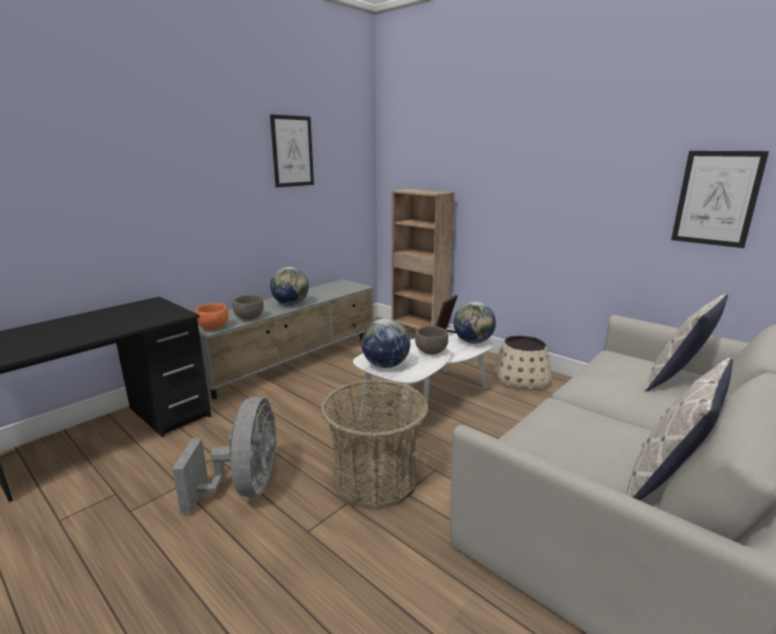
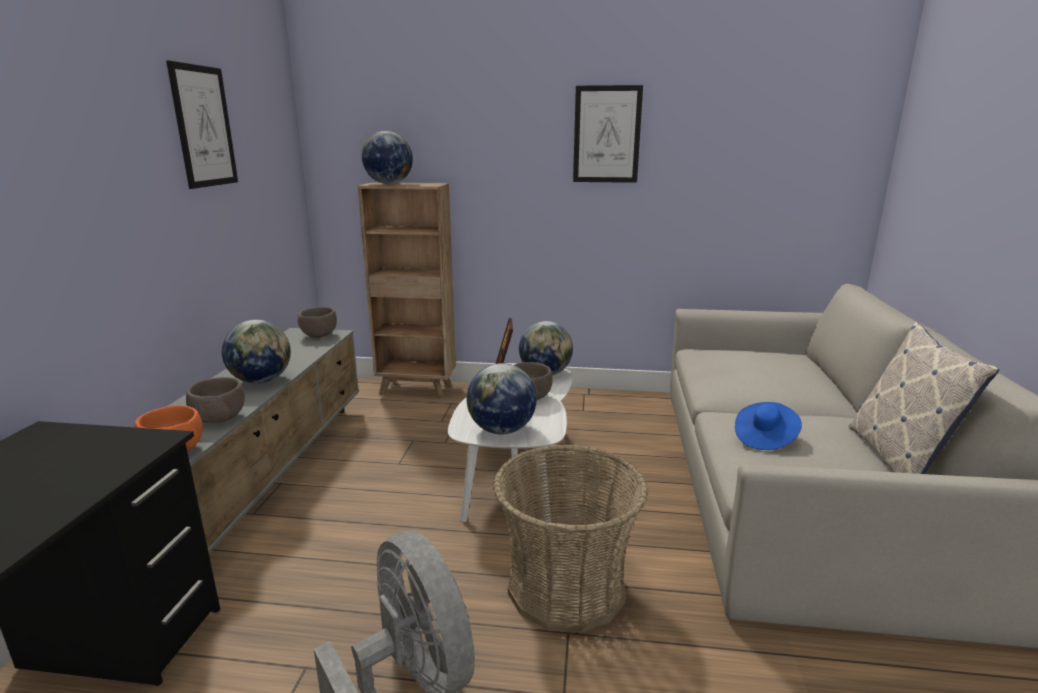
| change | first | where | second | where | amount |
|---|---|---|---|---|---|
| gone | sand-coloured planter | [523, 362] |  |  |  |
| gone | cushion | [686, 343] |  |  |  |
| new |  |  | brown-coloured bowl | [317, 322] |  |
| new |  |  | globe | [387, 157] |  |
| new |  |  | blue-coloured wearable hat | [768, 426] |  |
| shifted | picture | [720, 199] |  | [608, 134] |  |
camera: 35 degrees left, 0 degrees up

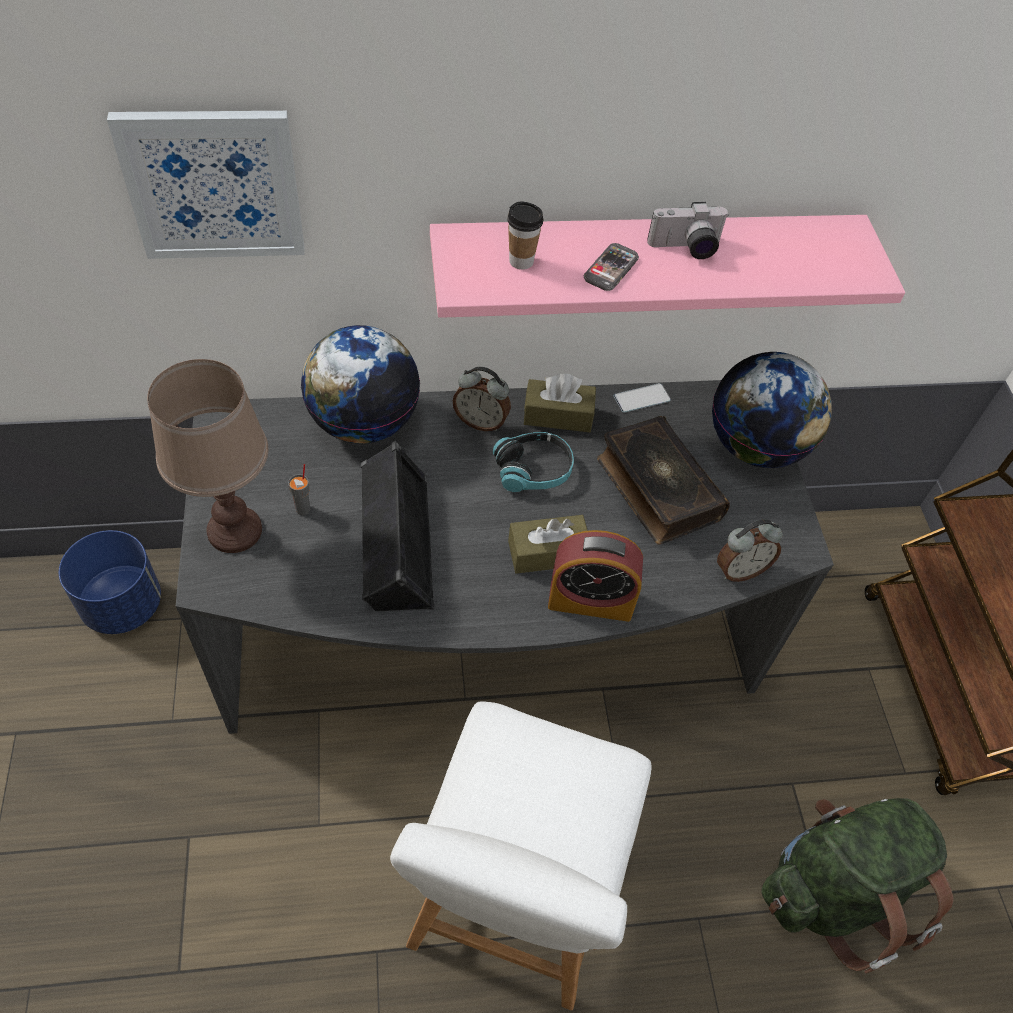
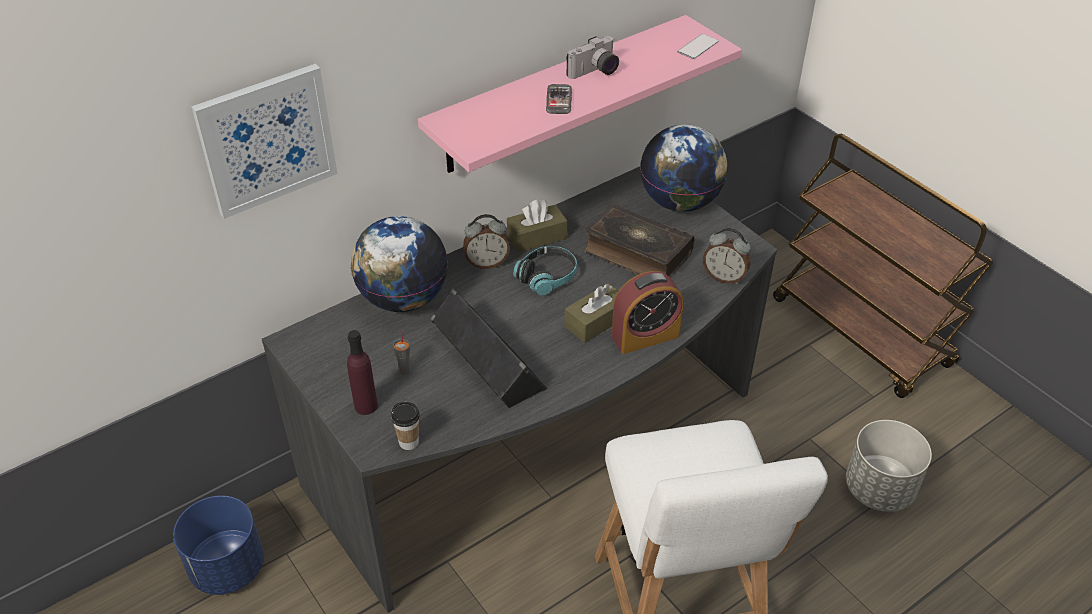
| change | first | where | second | where | amount |
|---|---|---|---|---|---|
| shifted | cup | [525, 236] |  | [405, 426] |  |
| shifted | phone | [642, 398] |  | [698, 46] |  |
| swapped | brown-coloured tabletop lamp | [207, 456] | purple-coloured drink bottle | [362, 372] |  |
| swapped | greenish knapsack | [857, 886] | greyish planter | [889, 466] |  |
| rotated | bedside clock | [750, 550] |  | [727, 256] | 75 degrees clockwise |
camera: 25 degrees left, 10 degrees down

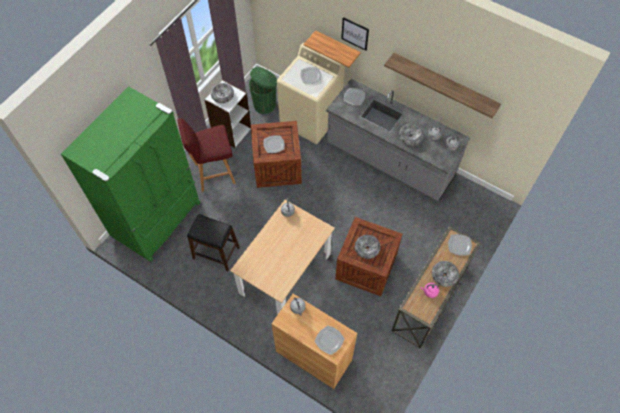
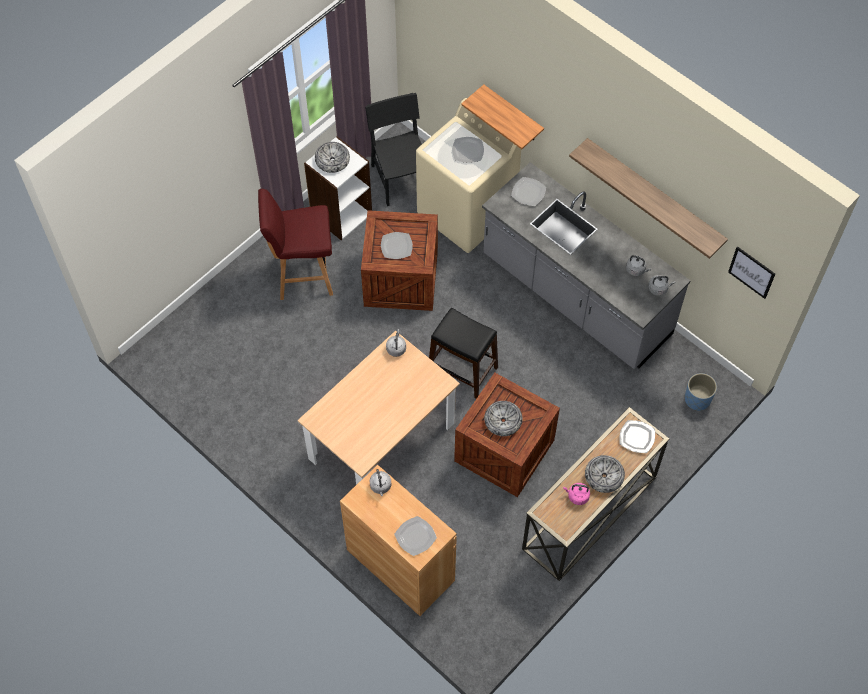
| change | first | where | second | where | amount |
|---|---|---|---|---|---|
| gone | greenish refrigerator | [131, 174] |  |  |  |
| gone | bowl | [411, 134] |  |  |  |
| new |  |  | blue-coloured planter | [701, 392] |  |
| shifted | blackish stool seat | [213, 242] |  | [463, 353] |  |
| shifted | picture | [355, 34] |  | [751, 272] |  |
| swapped | greenish waste bin | [263, 90] | blackish plain chair | [393, 149] |  |
camera: 10 degrees right, 0 degrees up

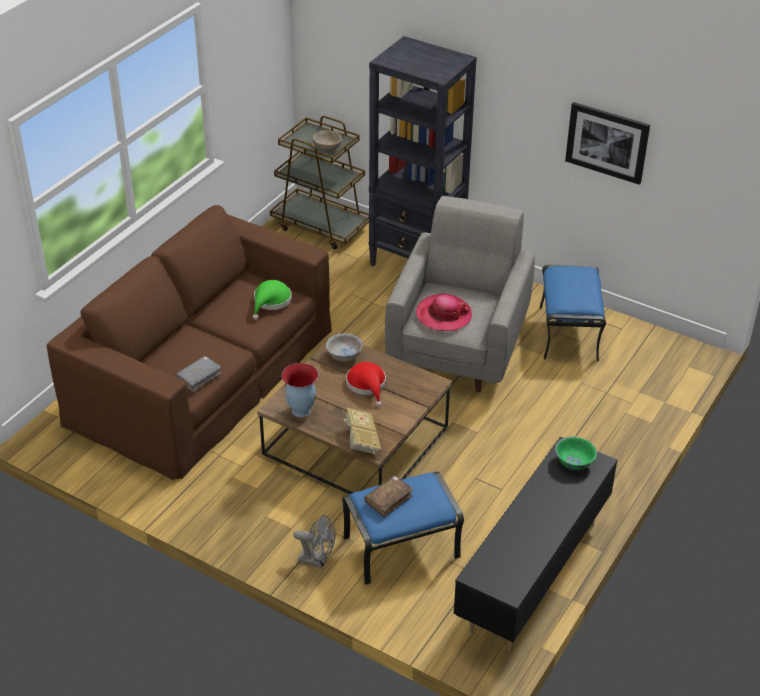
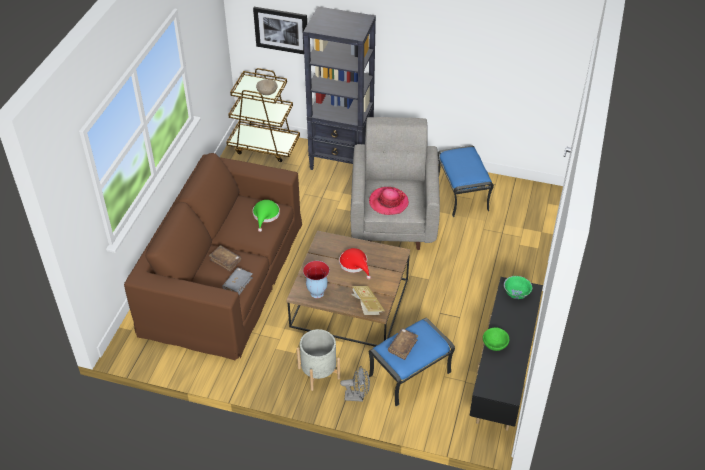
| change | first | where | second | where | amount |
|---|---|---|---|---|---|
| gone | white-coloured bowl | [344, 347] |  |  |  |
| new |  |  | brown-coloured book | [225, 258] |  |
| new |  |  | greyish planter | [318, 360] |  |
| new |  |  | greenish bowl | [496, 339] |  |
| shifted | picture | [607, 143] |  | [280, 30] |  |
camera: 15 degrees left, 5 degrees up

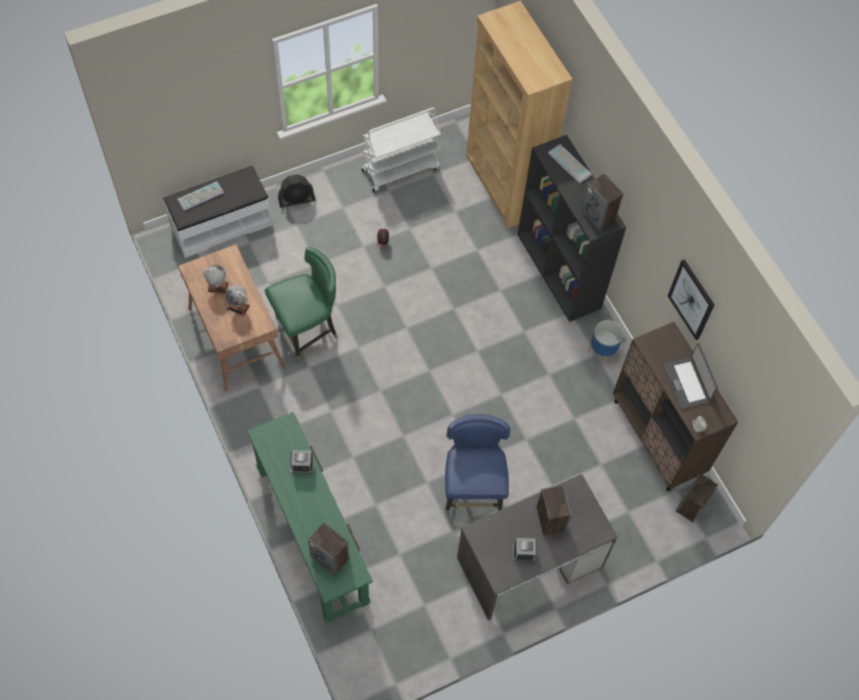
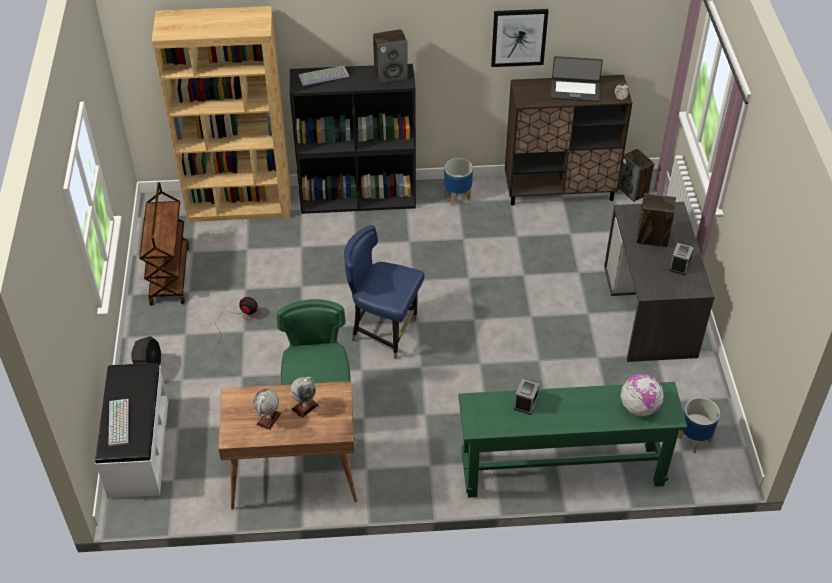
| change | first | where | second | where | amount |
|---|---|---|---|---|---|
| new |  |  | planter | [699, 425] |  |
| shifted | blue-coloured plain chair | [477, 463] |  | [384, 292] |  |
| swapped | audio speaker | [329, 549] | globe | [642, 395] |  |
| repainted | white-coloured trolley | [401, 150] | brown-coloured trolley | [164, 243] |  |
camera: 65 degrees left, 15 degrees down

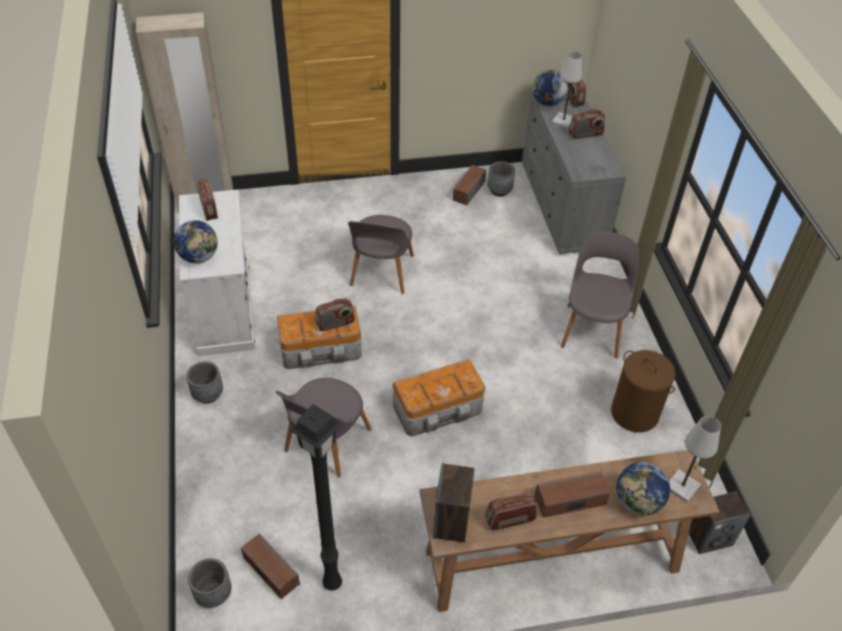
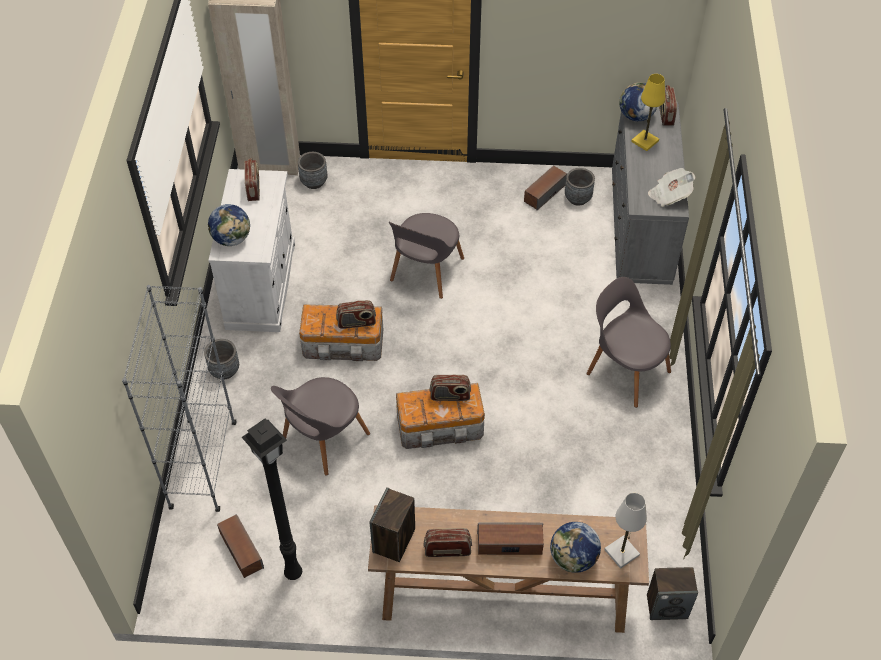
| change | first | where | second | where | amount |
|---|---|---|---|---|---|
| gone | brown-coloured laundry basket | [643, 391] |  |  |  |
| new |  |  | greyish shelving unit | [179, 398] |  |
| new |  |  | daily paper | [672, 187] |  |
| shifted | greyish planter | [209, 583] |  | [312, 170] |  |
| shifted | radio receiver | [587, 124] |  | [450, 388] |  |
| repainted | white-coloured tabletop lamp | [567, 90] | yellowish tabletop lamp | [648, 112] |  |
| rotated | greyish plain chair | [600, 294] |  | [628, 342] | 75 degrees counterclockwise |
camera: 15 degrees right, 5 degrees up

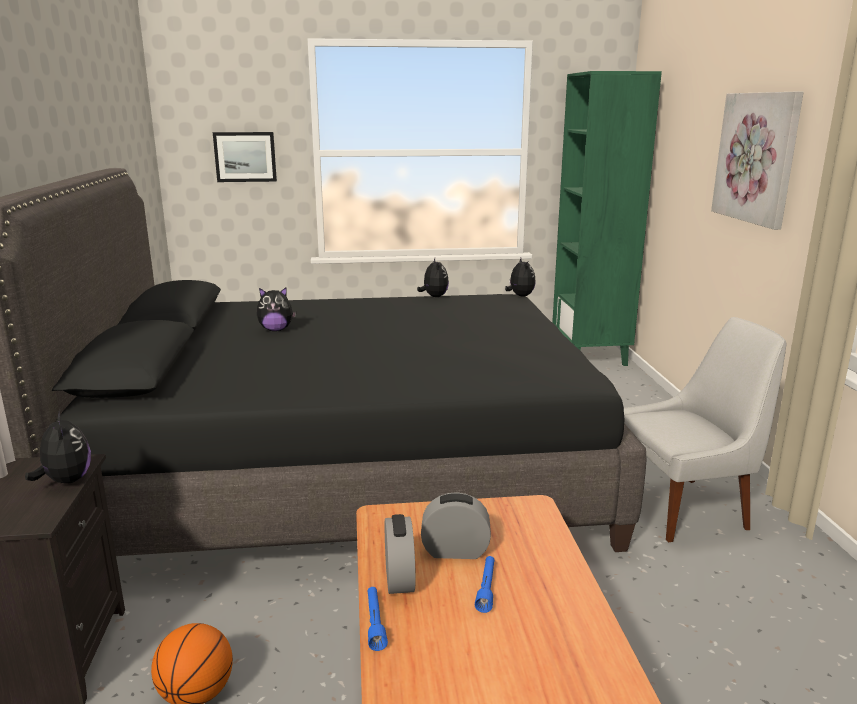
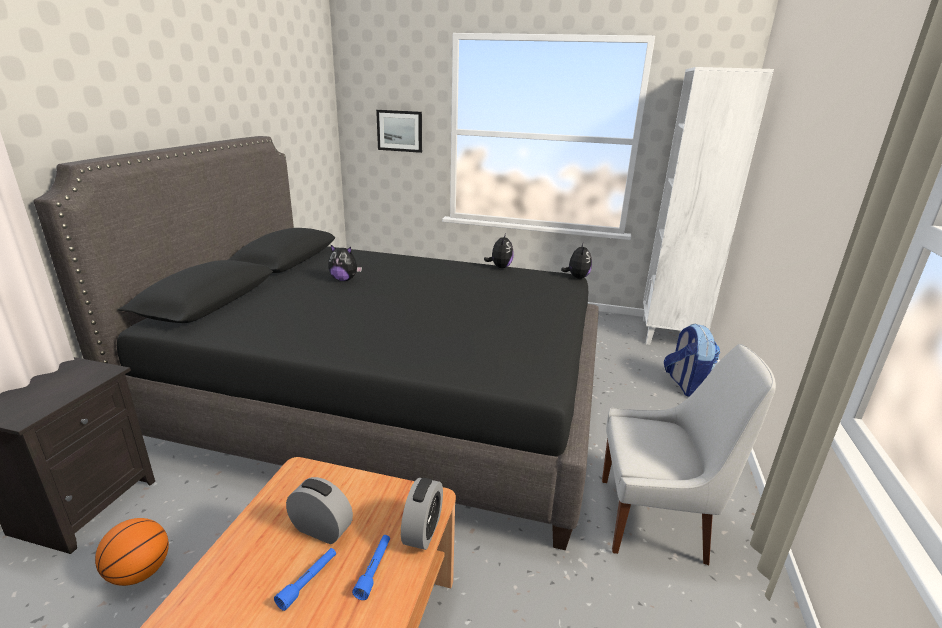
| change | first | where | second | where | amount |
|---|---|---|---|---|---|
| gone | cuddly toy | [58, 447] |  |  |  |
| gone | picture | [757, 161] |  |  |  |
| new |  |  | knapsack | [692, 360] |  |
| shifted | blue-coloured torch | [378, 619] |  | [371, 567] |  |
| shifted | bedside clock | [400, 554] |  | [422, 514] |  |
| repainted | greenish shelving unit | [607, 218] | white-coloured shelving unit | [708, 206] |  |
camera: 20 degrees right, 5 degrees up

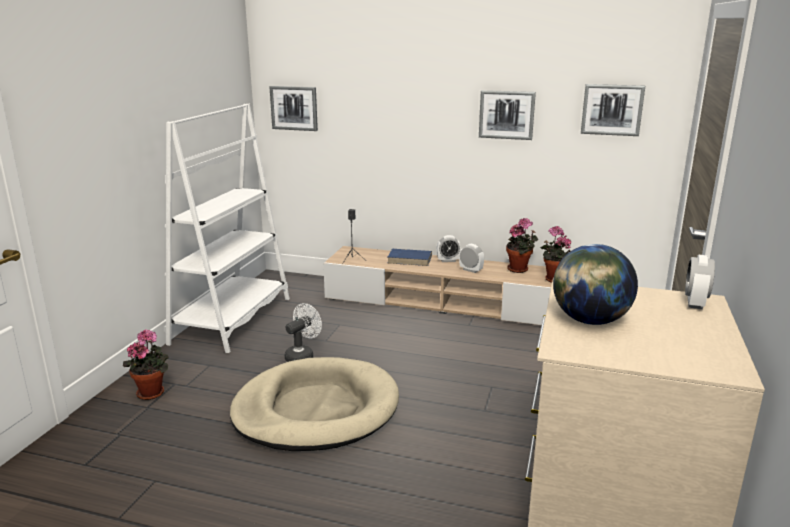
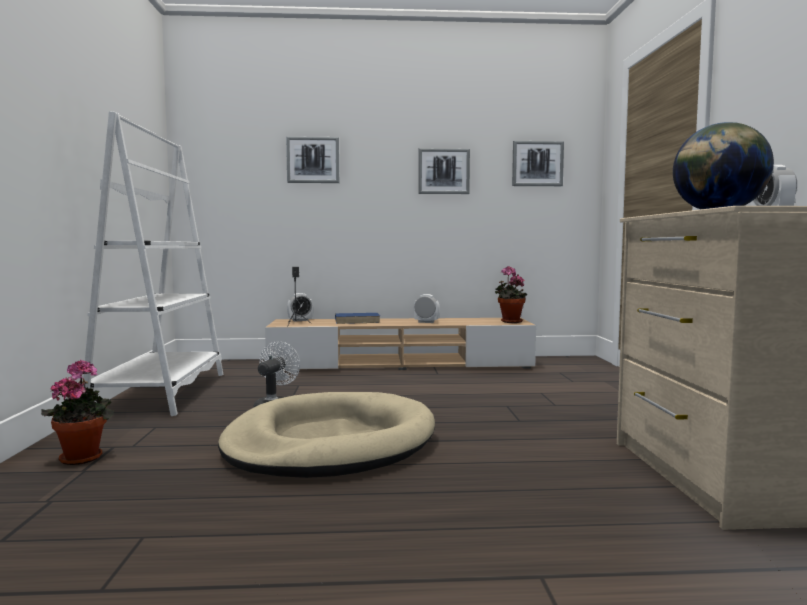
| change | first | where | second | where | amount |
|---|---|---|---|---|---|
| gone | potted plant | [522, 245] |  |  |  |
| shifted | picture | [293, 108] |  | [312, 159] |  |
| shifted | bedside clock | [449, 248] |  | [300, 307] |  |
camera: 20 degrees left, 15 degrees down

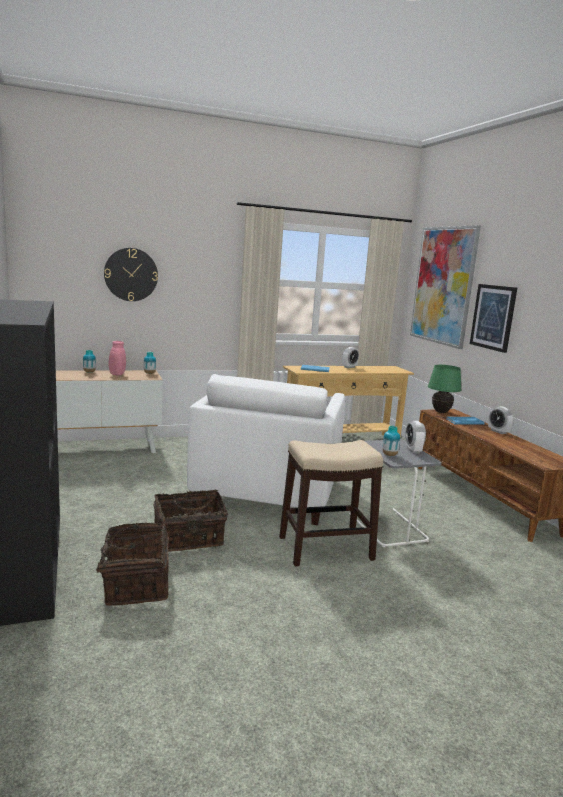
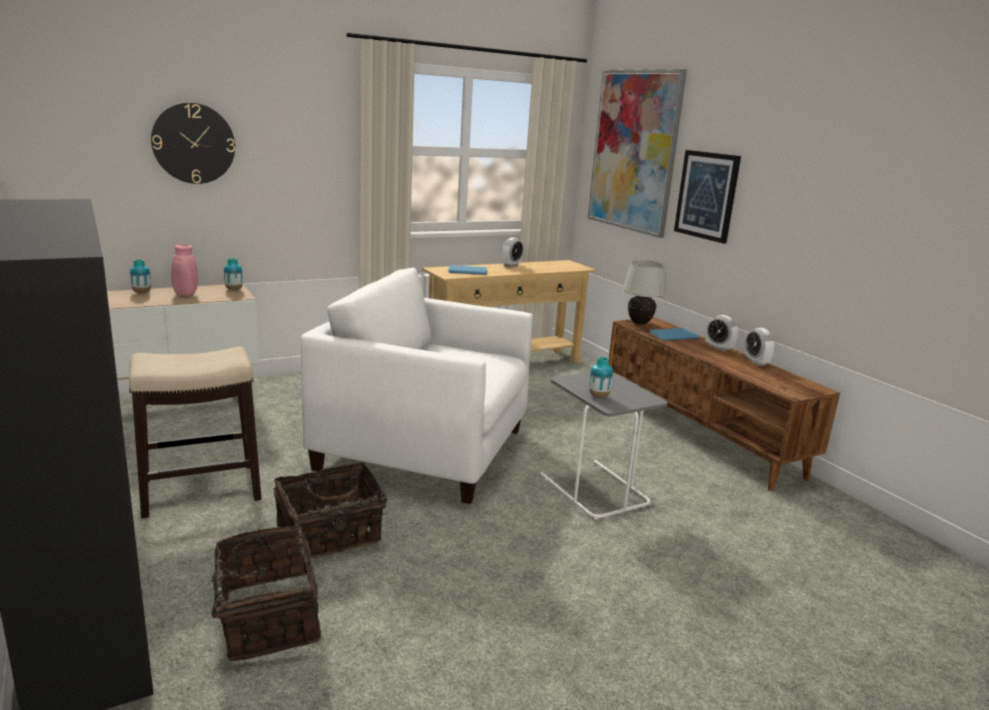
| change | first | where | second | where | amount |
|---|---|---|---|---|---|
| shifted | stool seat | [331, 503] |  | [195, 432] |  |
| shifted | bedside clock | [415, 437] |  | [759, 347] |  |
| repainted | greenish tabletop lamp | [445, 389] | white-coloured tabletop lamp | [644, 292] |  |
| rotated | white-coloured lounge chair | [266, 449] |  | [417, 386] | 105 degrees clockwise |
camera: 10 degrees left, 5 degrees up

